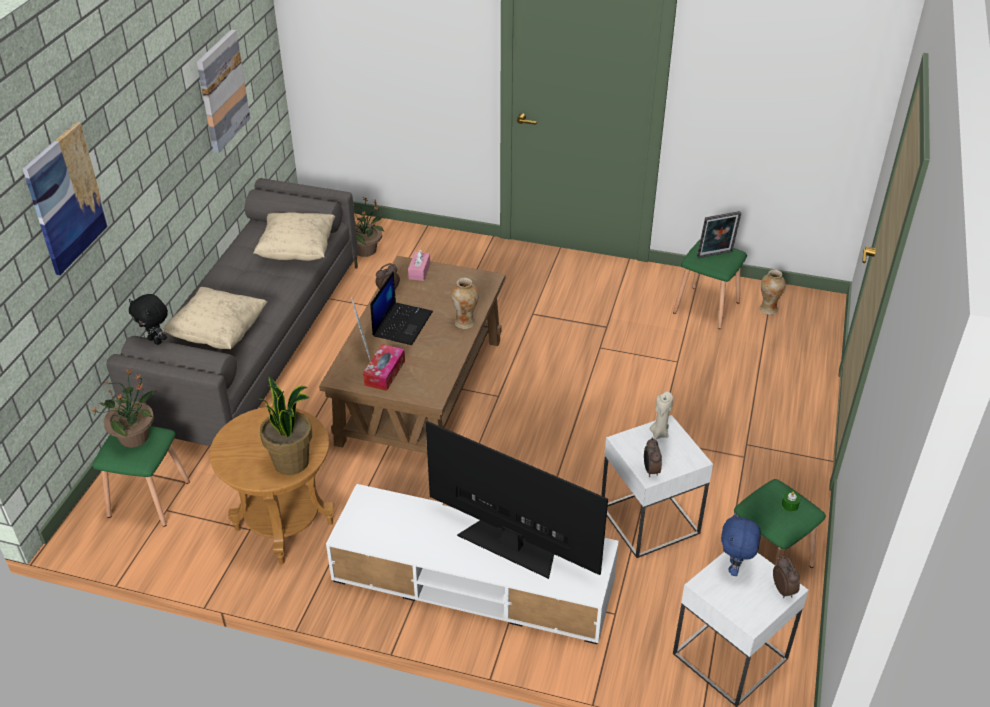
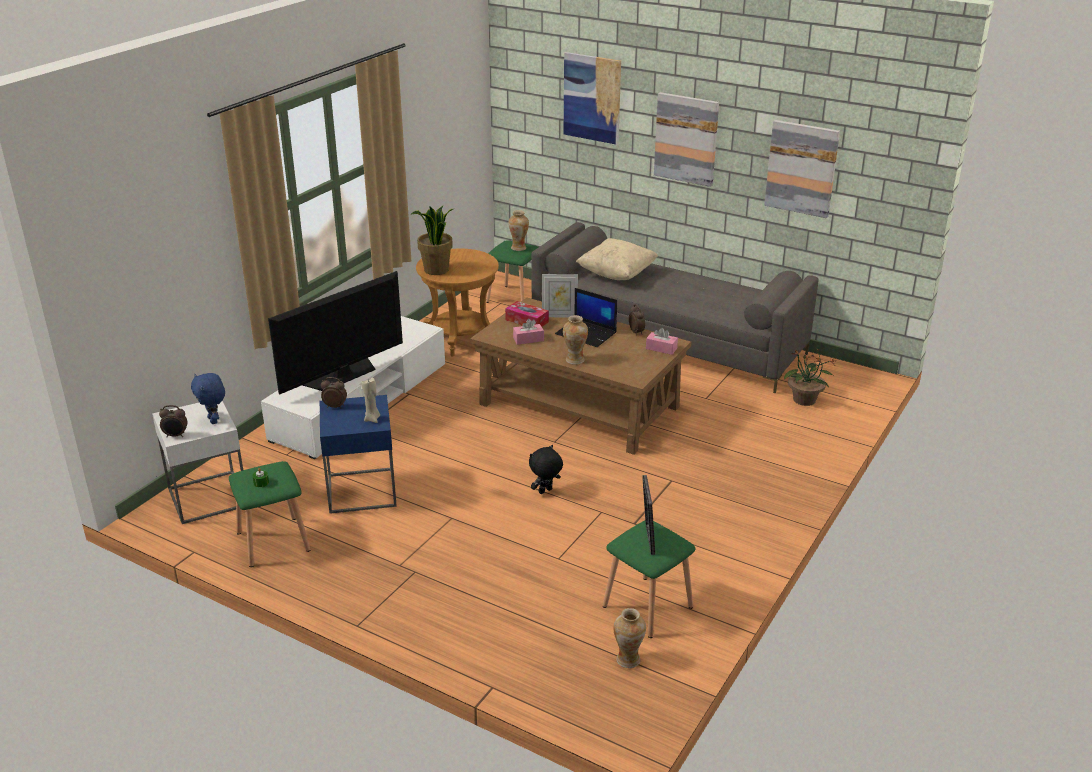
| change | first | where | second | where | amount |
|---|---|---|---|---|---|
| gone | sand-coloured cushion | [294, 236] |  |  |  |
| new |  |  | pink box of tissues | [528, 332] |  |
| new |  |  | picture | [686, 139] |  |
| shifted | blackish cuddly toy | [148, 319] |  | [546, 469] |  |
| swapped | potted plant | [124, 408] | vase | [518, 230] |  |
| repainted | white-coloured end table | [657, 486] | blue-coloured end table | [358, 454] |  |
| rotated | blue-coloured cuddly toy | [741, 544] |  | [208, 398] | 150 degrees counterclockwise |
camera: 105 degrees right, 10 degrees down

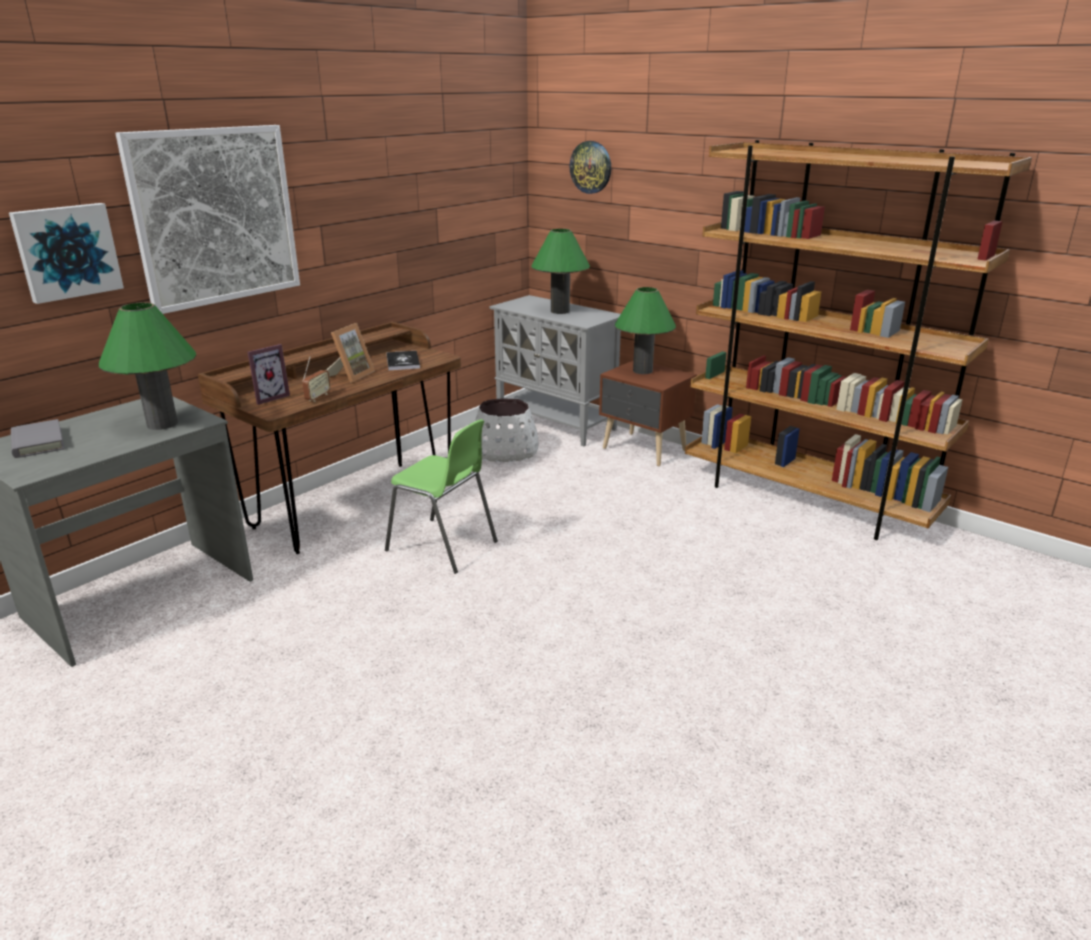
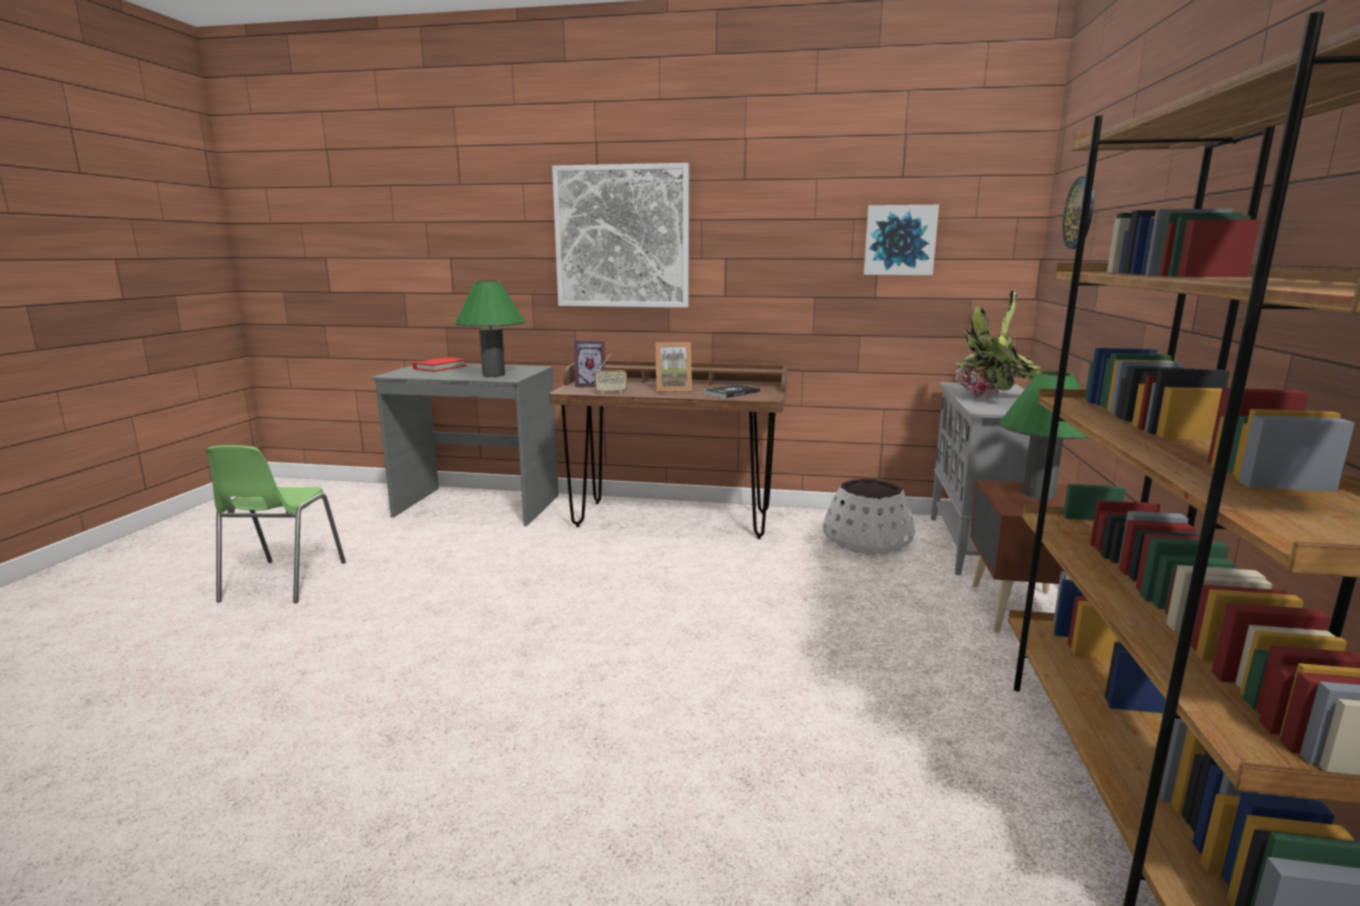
| change | first | where | second | where | amount |
|---|---|---|---|---|---|
| shifted | picture | [66, 253] |  | [901, 240] |  |
| shifted | greenish plain chair | [441, 496] |  | [276, 524] |  |
| swapped | greenish tabletop lamp | [560, 271] | potted plant | [999, 344] |  |
| repainted | greyish book | [38, 438] | reddish book | [440, 364] |  |
camera: 60 degrees right, 10 degrees down

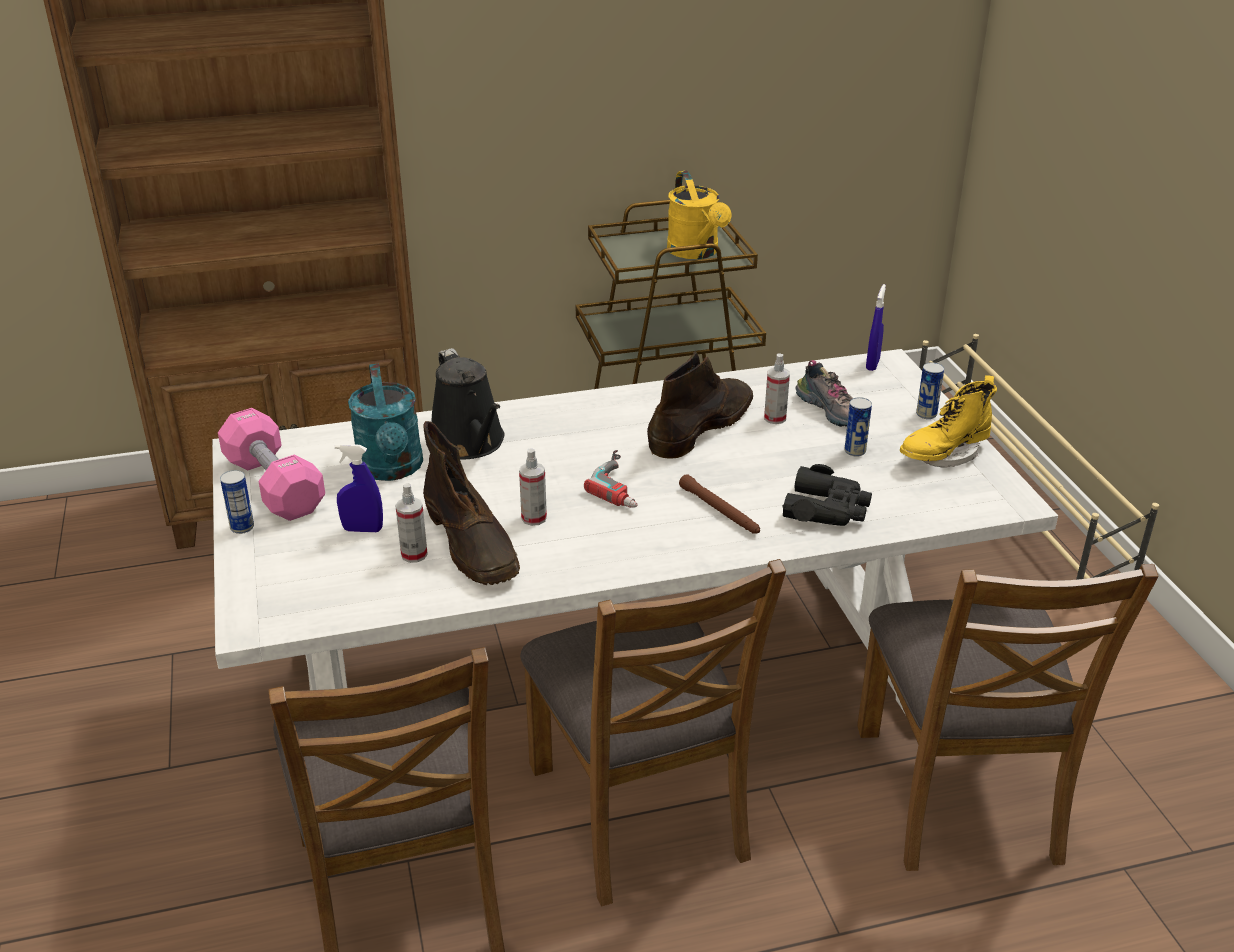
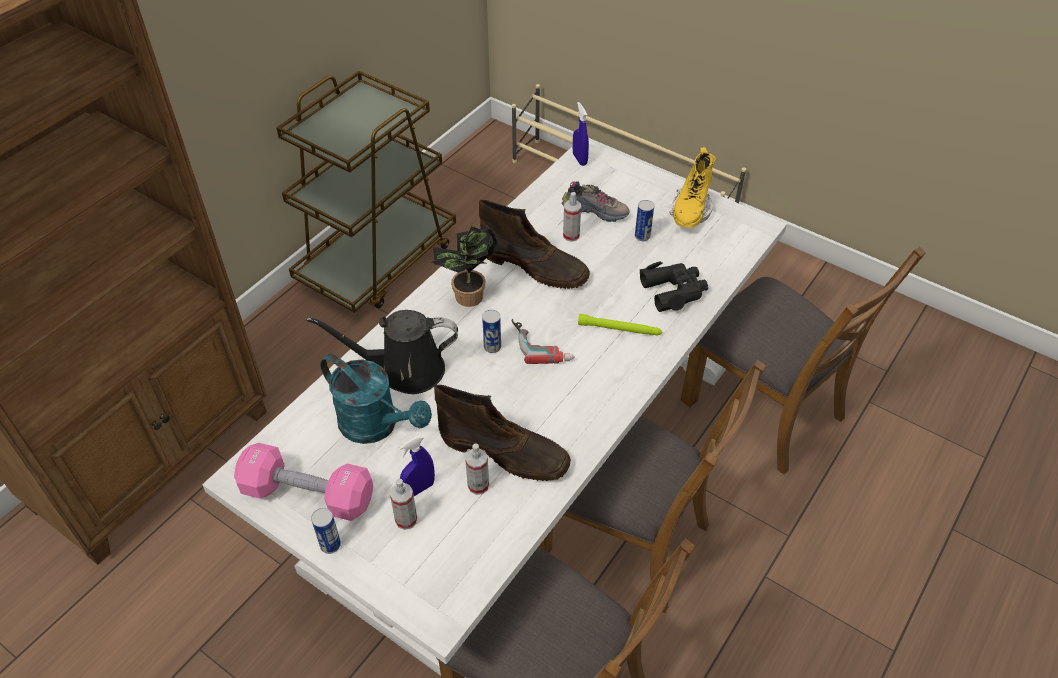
| change | first | where | second | where | amount |
|---|---|---|---|---|---|
| gone | yellowish watering can | [699, 215] |  |  |  |
| new |  |  | potted plant | [466, 266] |  |
| shifted | spray bottle | [533, 487] |  | [403, 504] |  |
| shifted | can | [930, 390] |  | [491, 331] |  |
| repainted | brown-coloured torch | [719, 504] | greenish torch | [620, 325] |  |
| rotated | blackish watering can | [467, 404] |  | [382, 352] | 150 degrees clockwise |
| rotated | brown-coloured high-top boot | [700, 404] |  | [534, 244] | 120 degrees clockwise |
camera: 40 degrees left, 15 degrees up

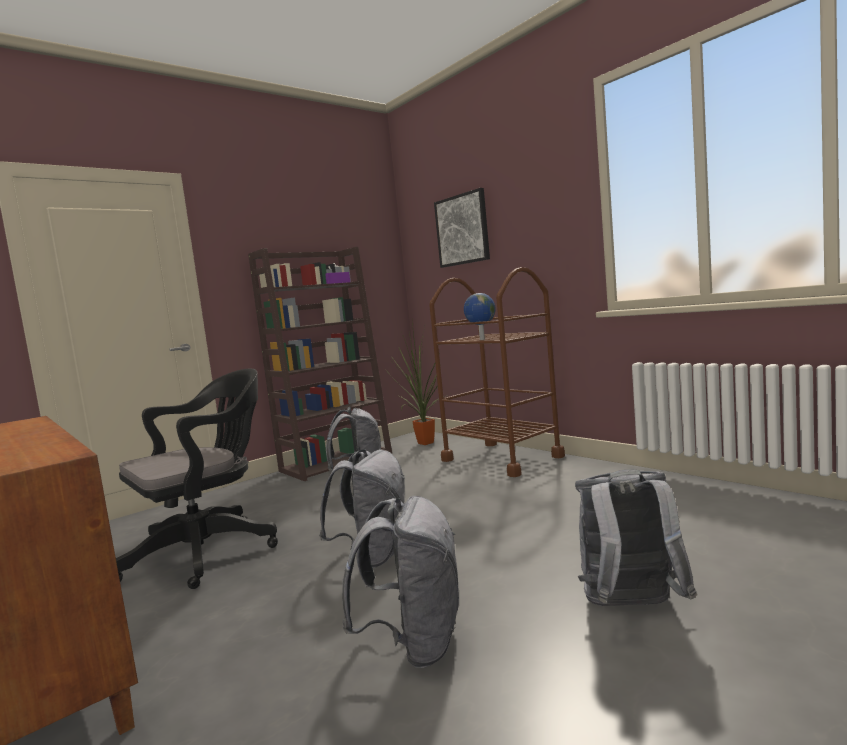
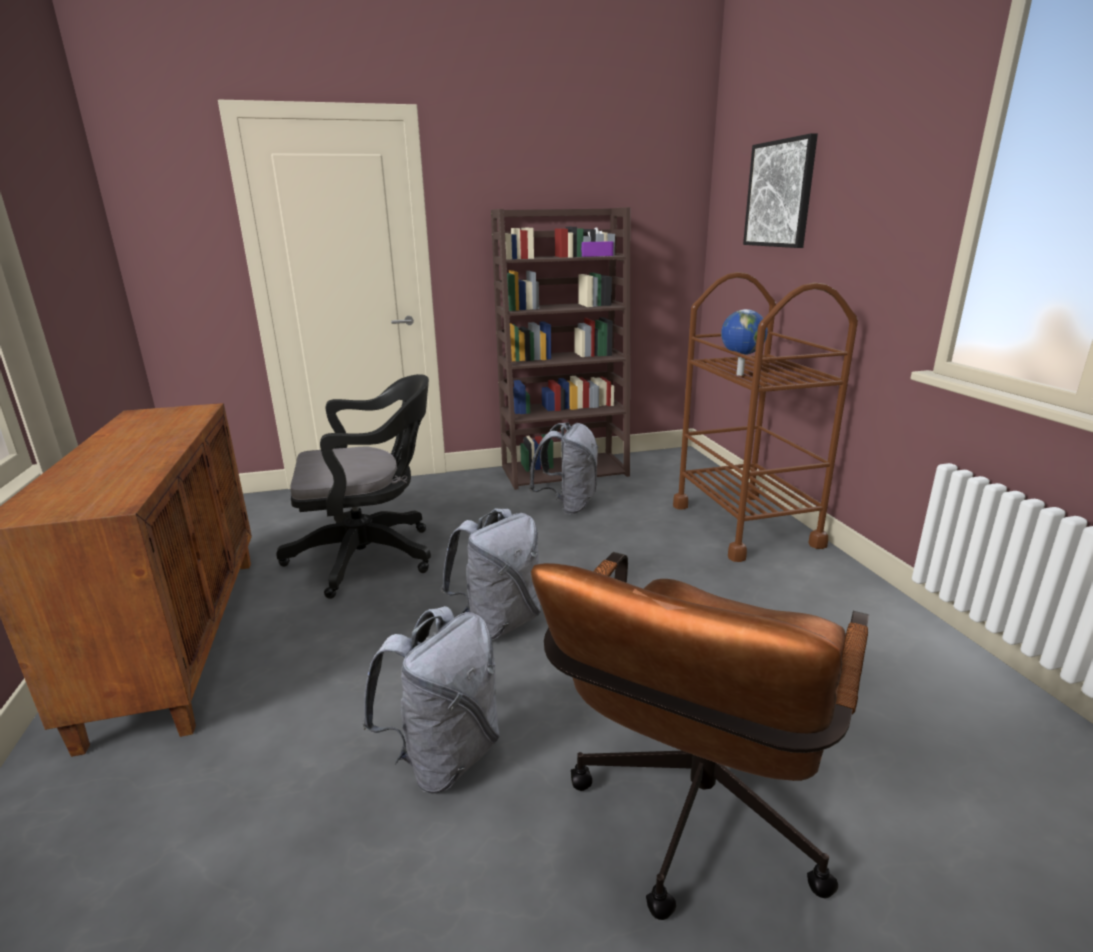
| change | first | where | second | where | amount |
|---|---|---|---|---|---|
| gone | potted plant | [417, 383] |  |  |  |
| swapped | greyish knapsack | [636, 537] | brown-coloured computer chair | [700, 736] |  |
camera: 25 degrees right, 15 degrees up

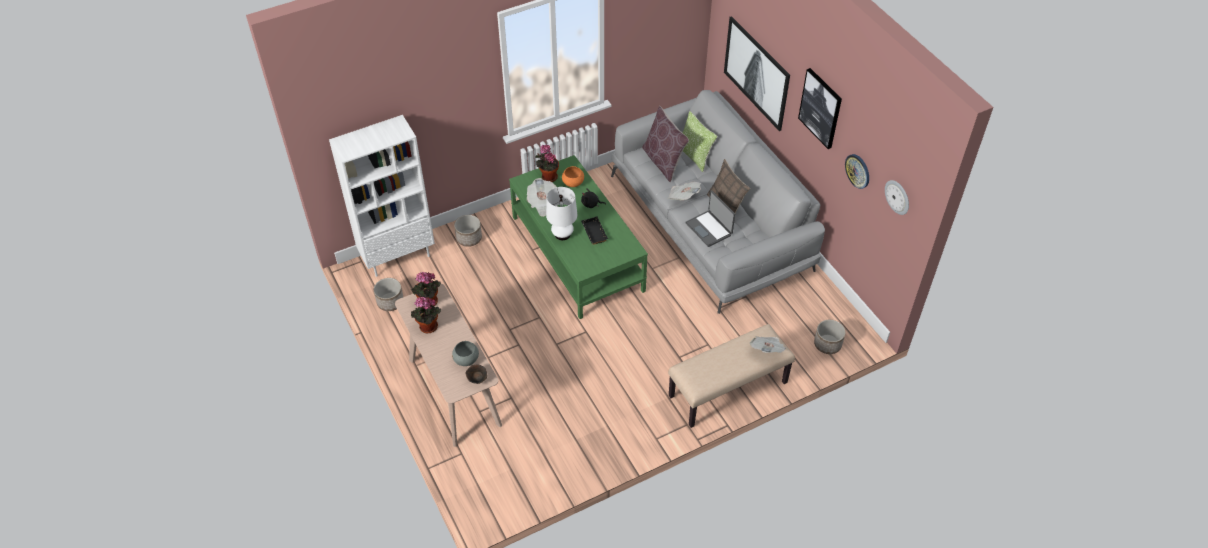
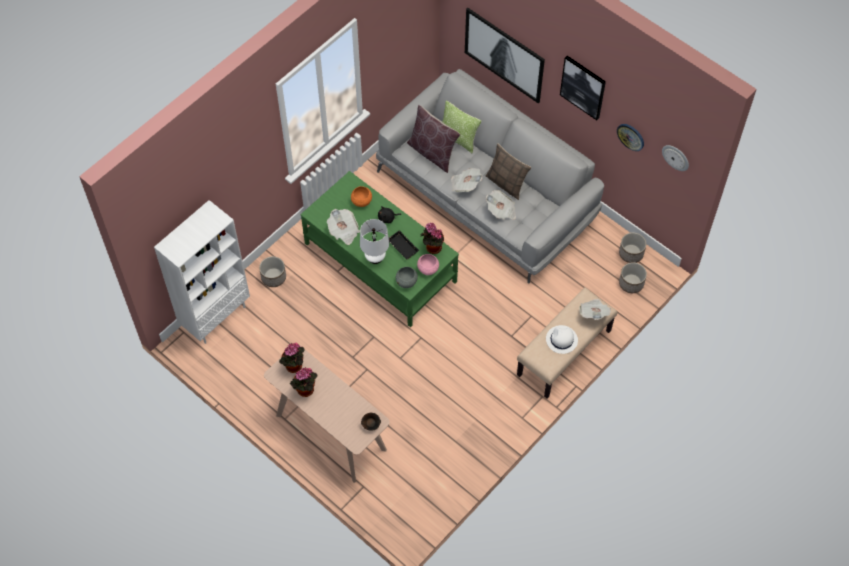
| change | first | where | second | where | amount |
|---|---|---|---|---|---|
| new |  |  | pink bowl | [428, 264] |  |
| new |  |  | white-coloured wearable hat | [562, 339] |  |
| shifted | planter | [388, 294] |  | [632, 247] |  |
| shifted | greyish bowl | [465, 353] |  | [407, 277] |  |
| shifted | potted plant | [547, 163] |  | [432, 238] |  |
| swapped | portable computer | [710, 218] | daily paper | [501, 205] |  |
camera: 20 degrees left, 10 degrees up

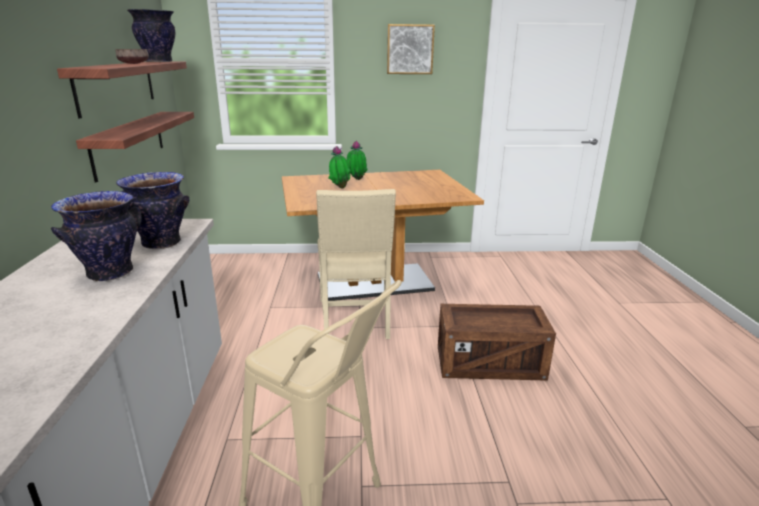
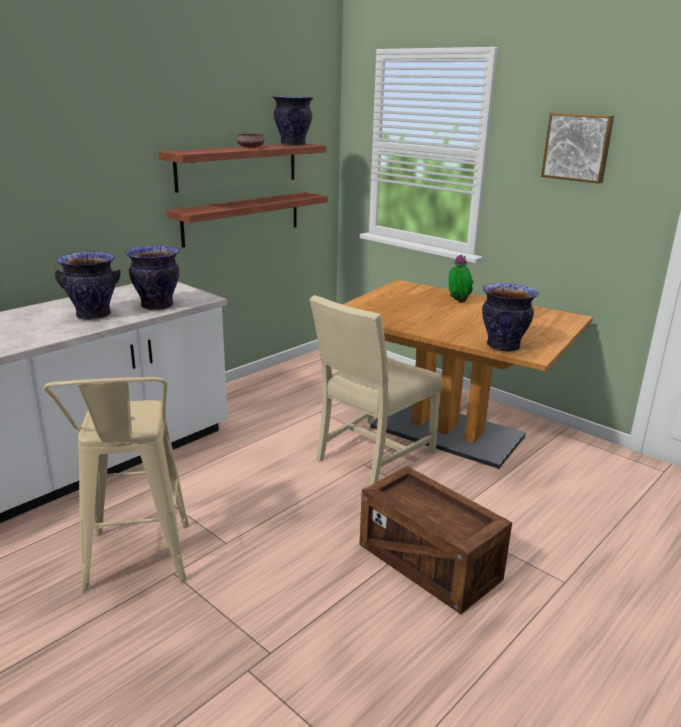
| change | first | where | second | where | amount |
|---|---|---|---|---|---|
| gone | potted plant | [339, 167] |  |  |  |
| new |  |  | vase | [510, 317] |  |
camera: 45 degrees right, 0 degrees up

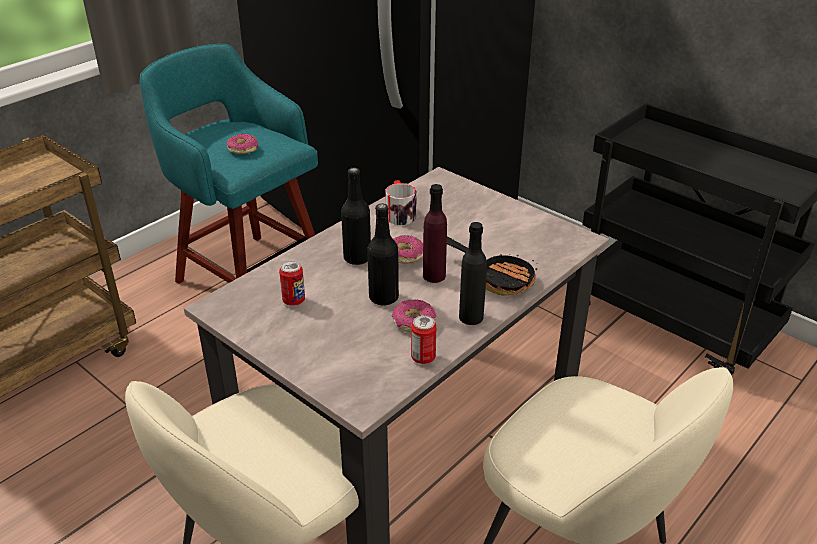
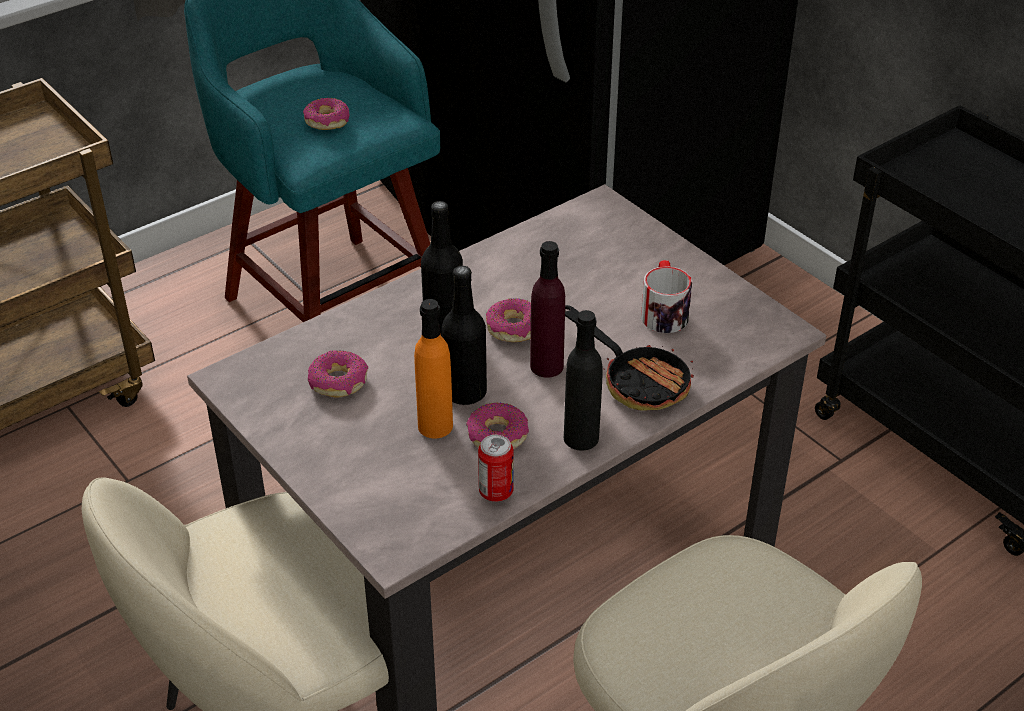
| change | first | where | second | where | amount |
|---|---|---|---|---|---|
| new |  |  | orange-coloured drink bottle | [433, 368] |  |
| shifted | mug | [400, 203] |  | [666, 296] |  |
| swapped | can | [292, 283] | doughnut | [338, 374] |  |
camera: 10 degrees right, 5 degrees up

